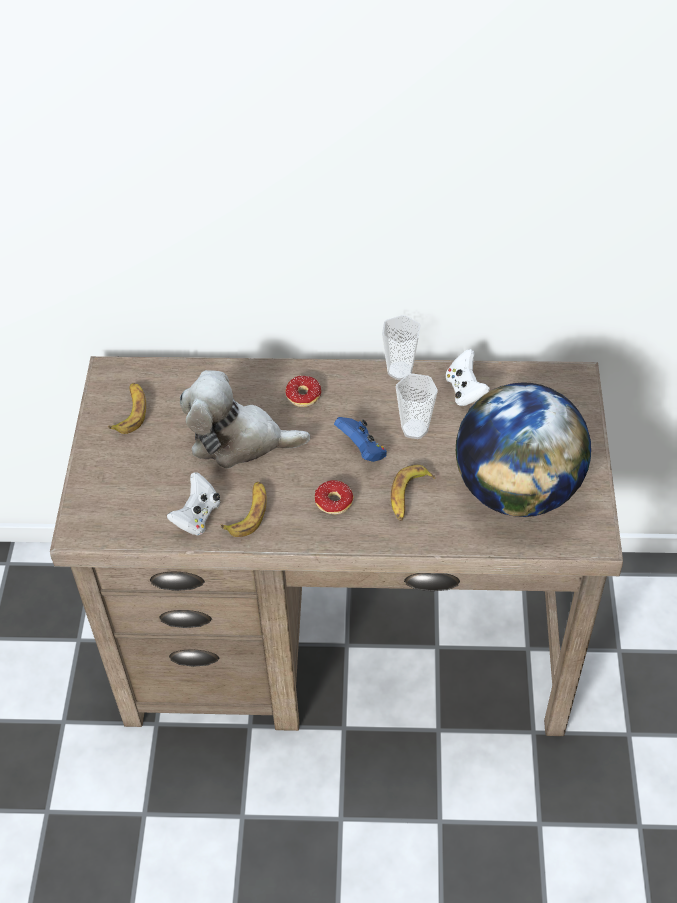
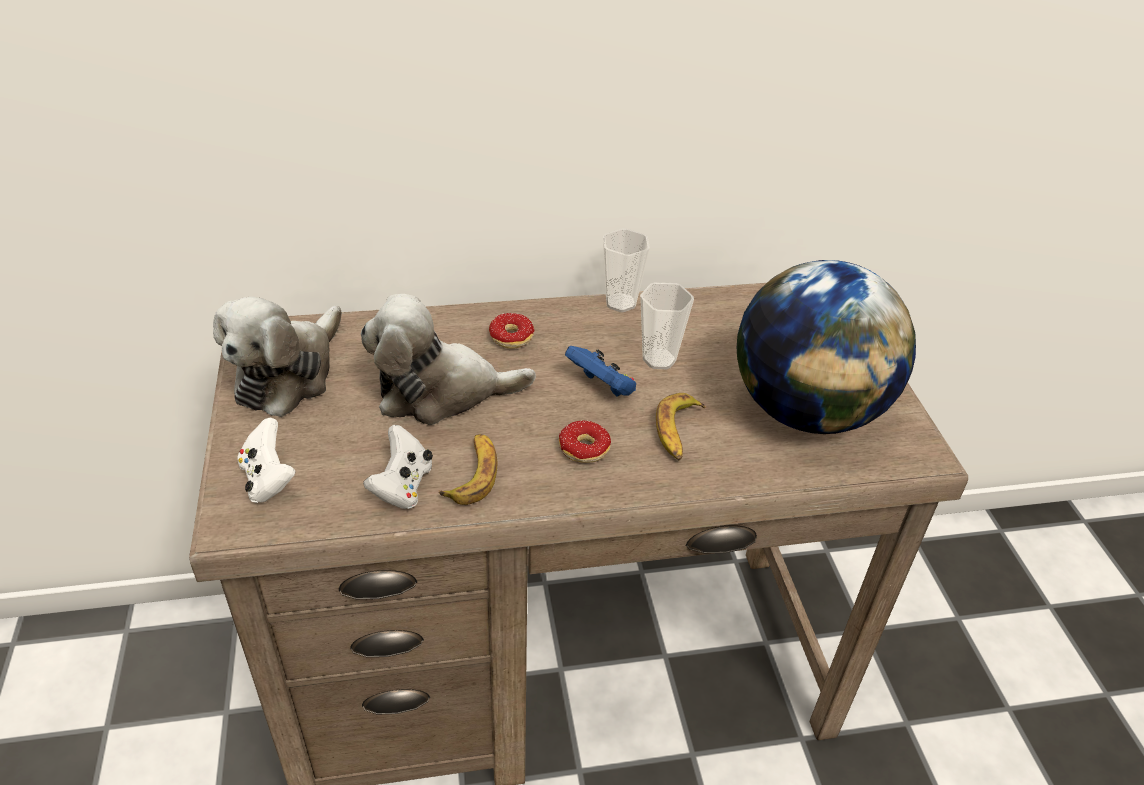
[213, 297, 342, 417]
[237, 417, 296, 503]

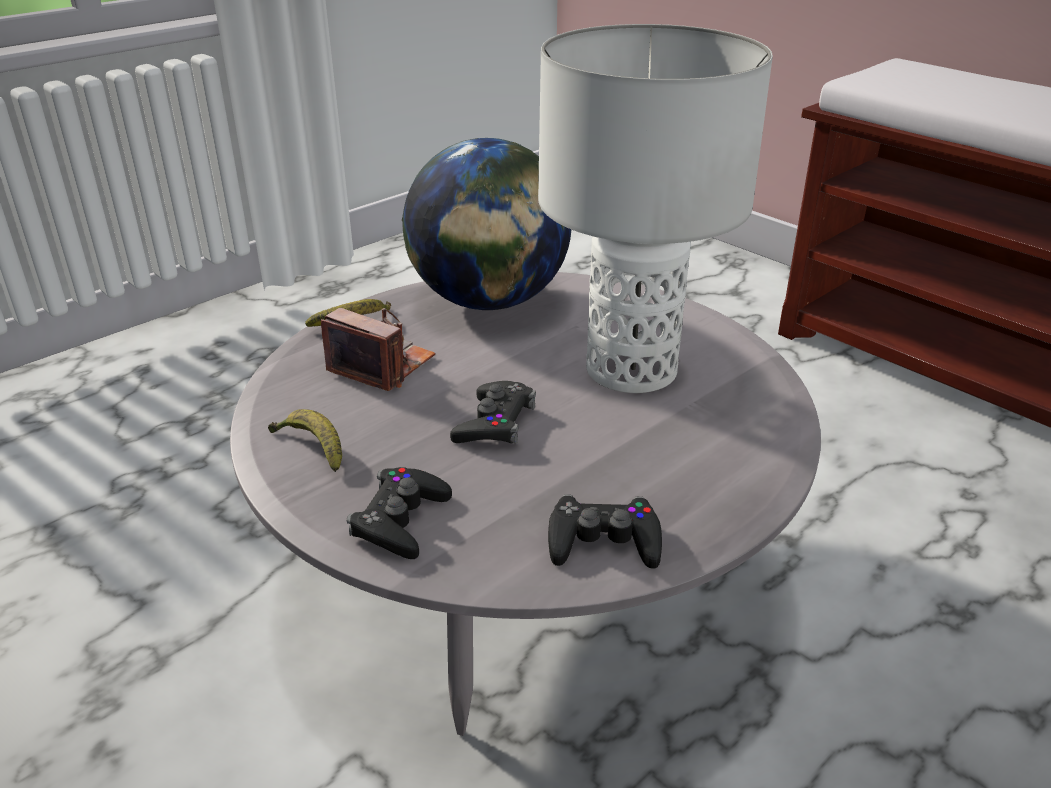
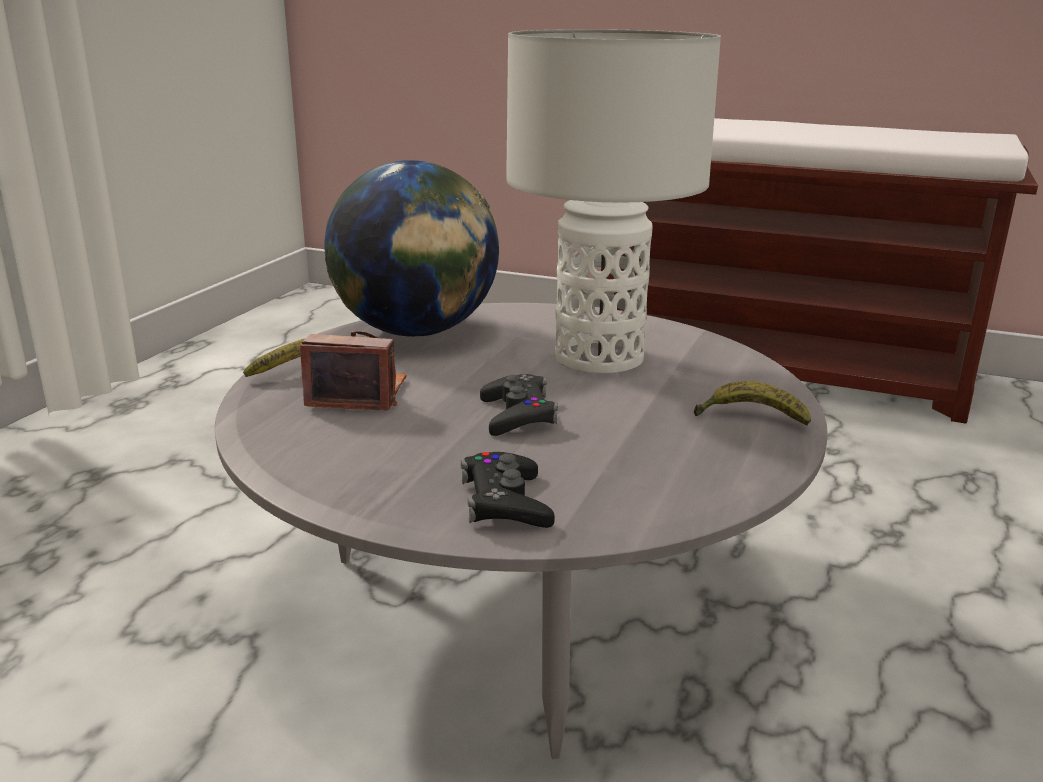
[694, 381, 811, 426]
[548, 494, 662, 569] (first image)

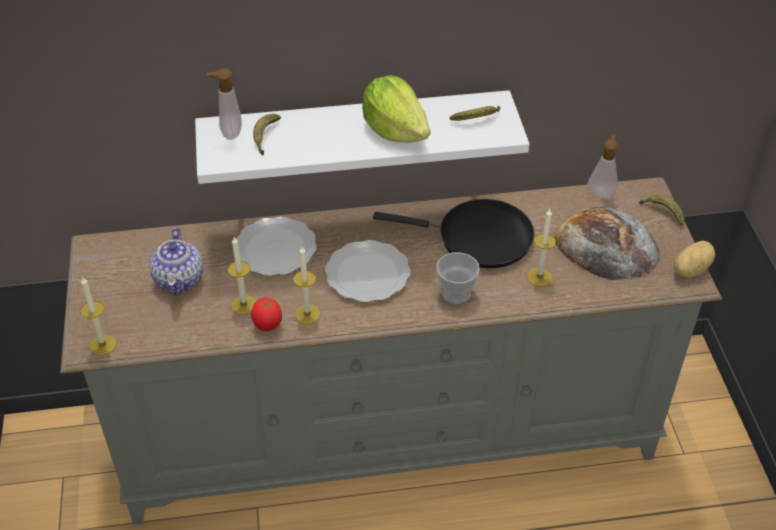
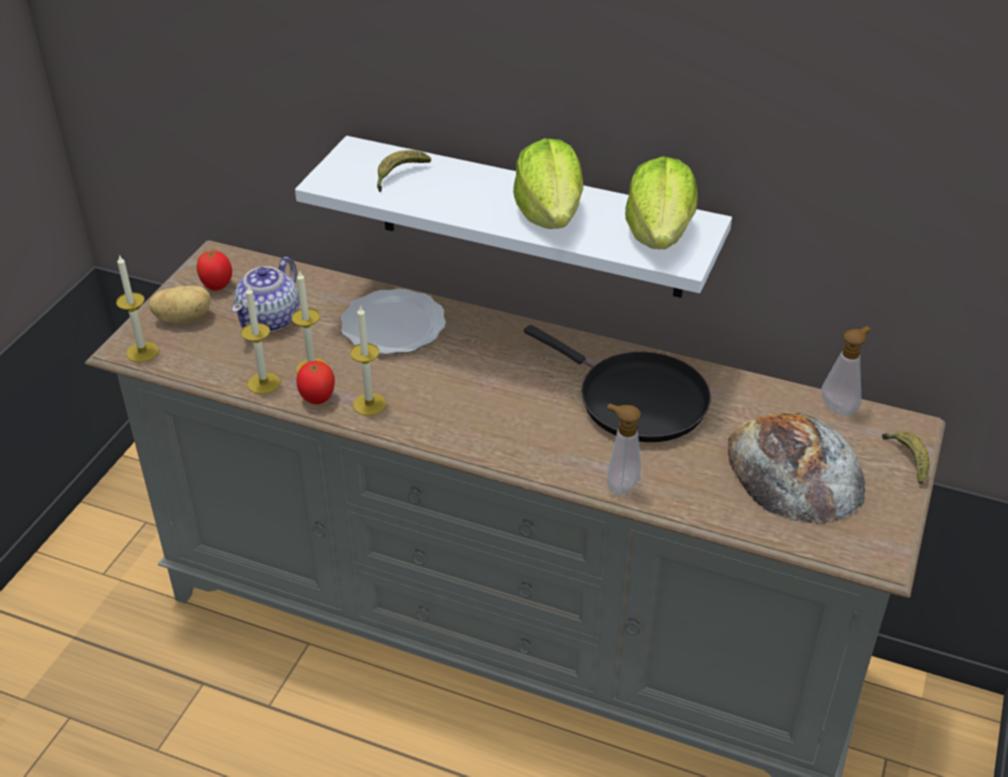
[149, 286, 211, 323]
[197, 250, 232, 291]
[241, 286, 280, 394]
[607, 403, 641, 495]
[625, 156, 698, 249]
[325, 240, 411, 302] (first image)
[436, 252, 480, 304] (first image)

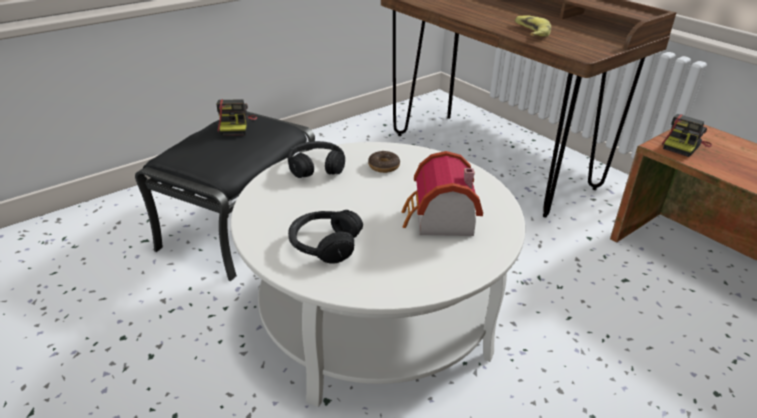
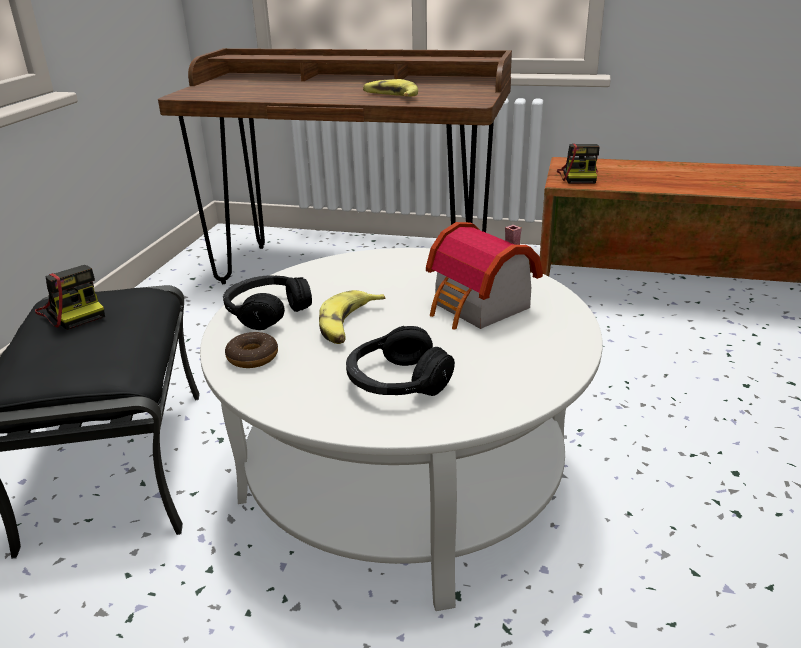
[225, 332, 278, 368]
[319, 290, 385, 344]

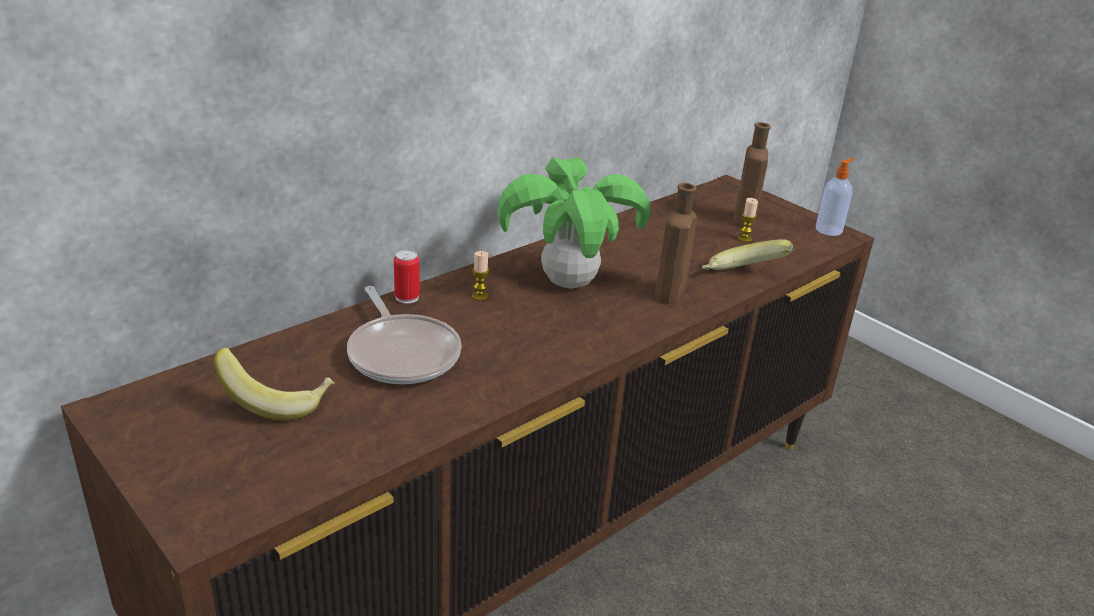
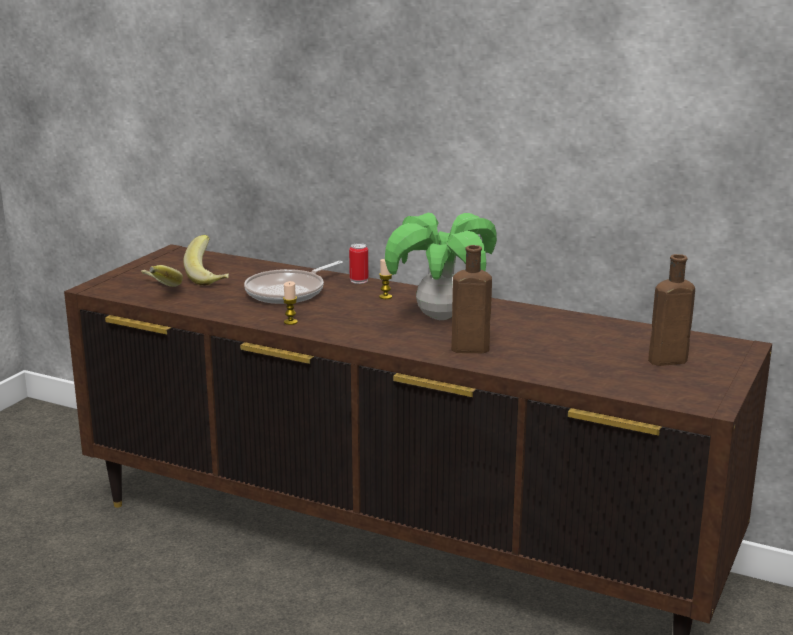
[141, 265, 183, 287]
[283, 281, 298, 325]
[816, 158, 855, 236] (first image)

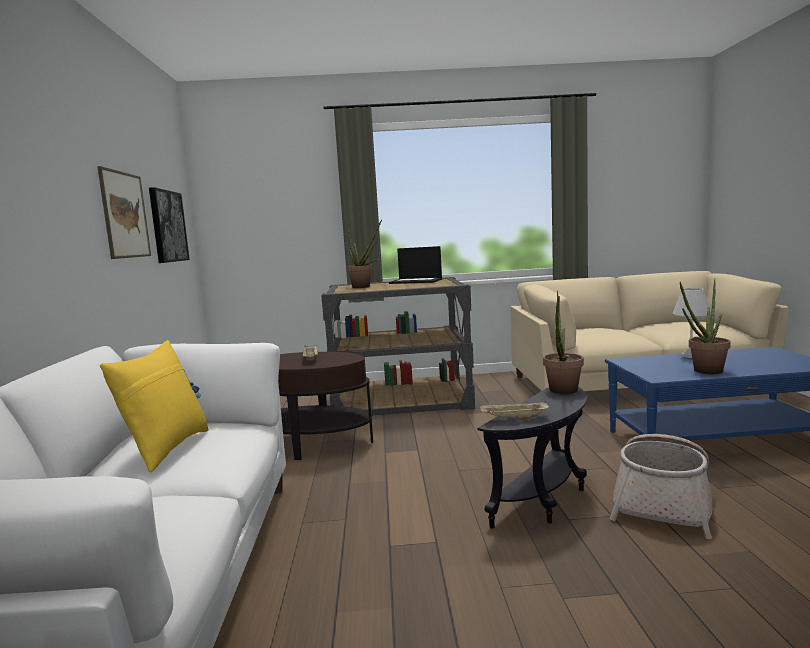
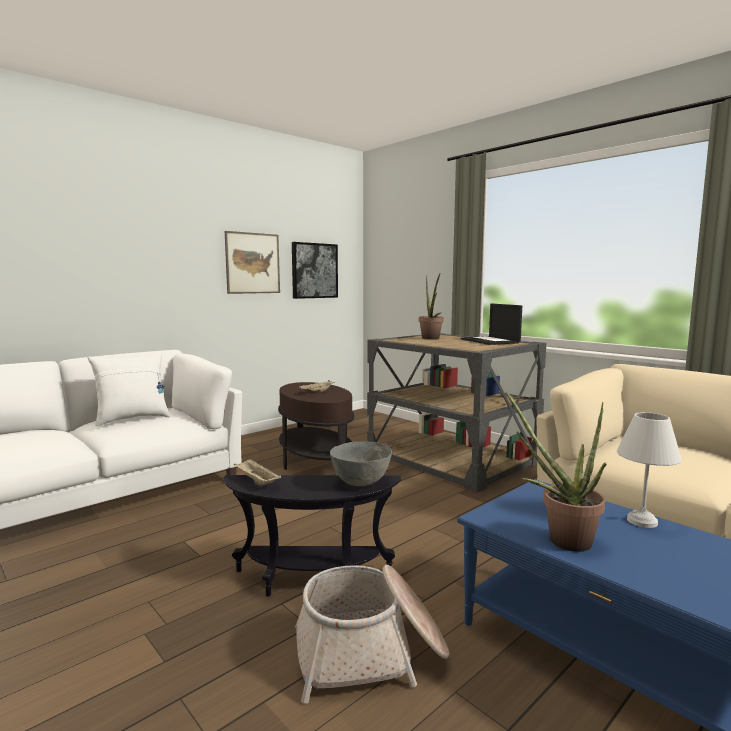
[88, 352, 170, 426]
[330, 442, 392, 486]

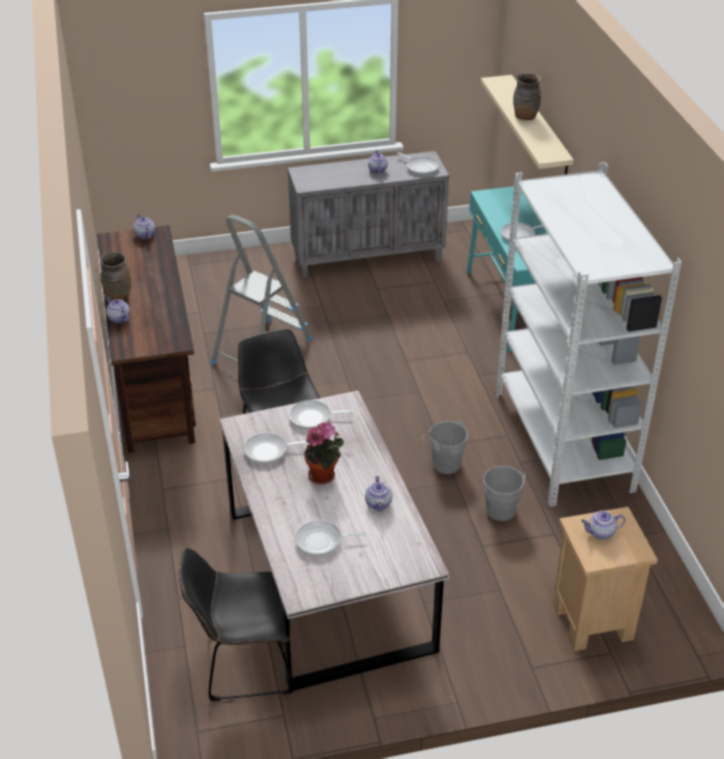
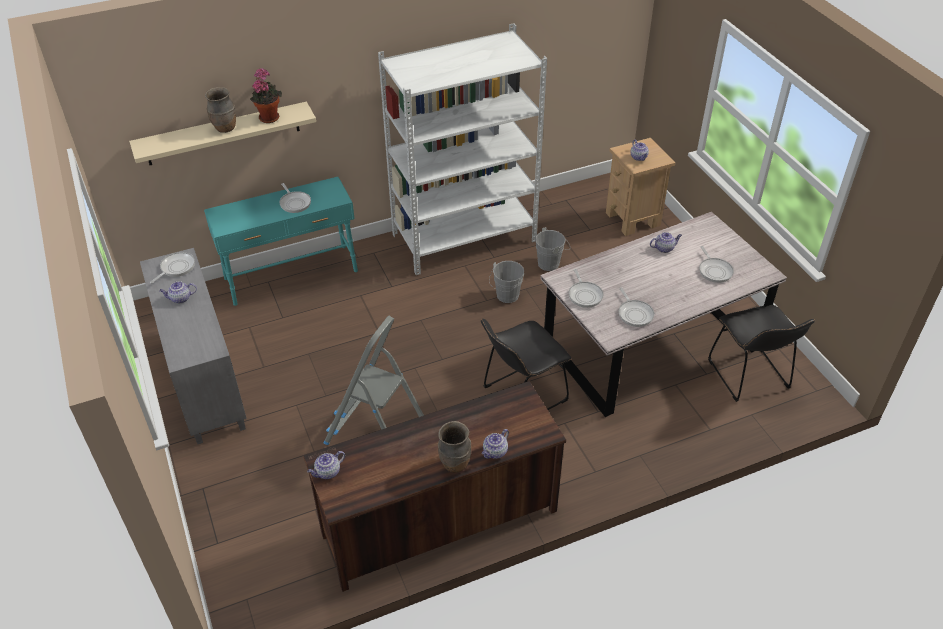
[250, 68, 282, 123]

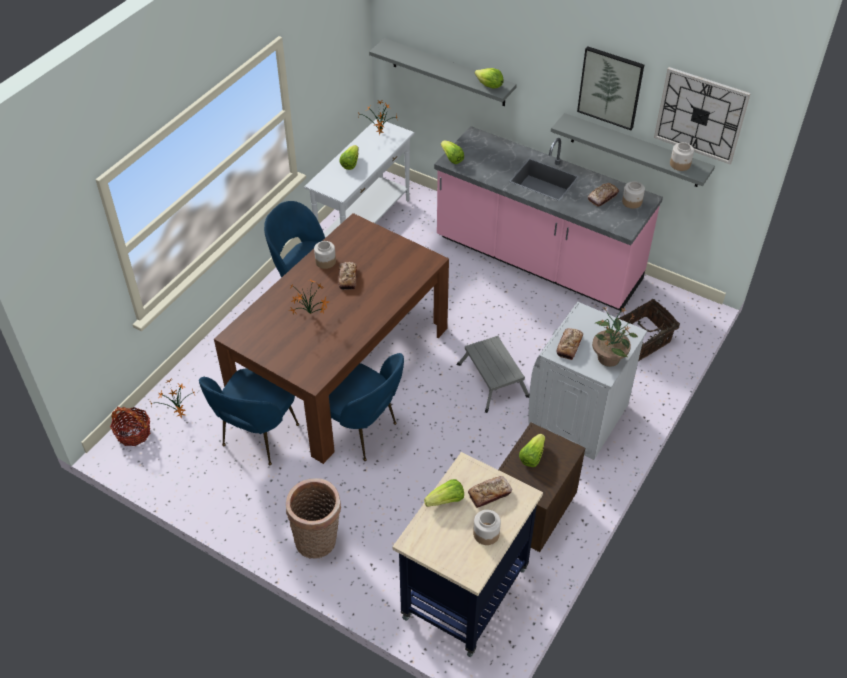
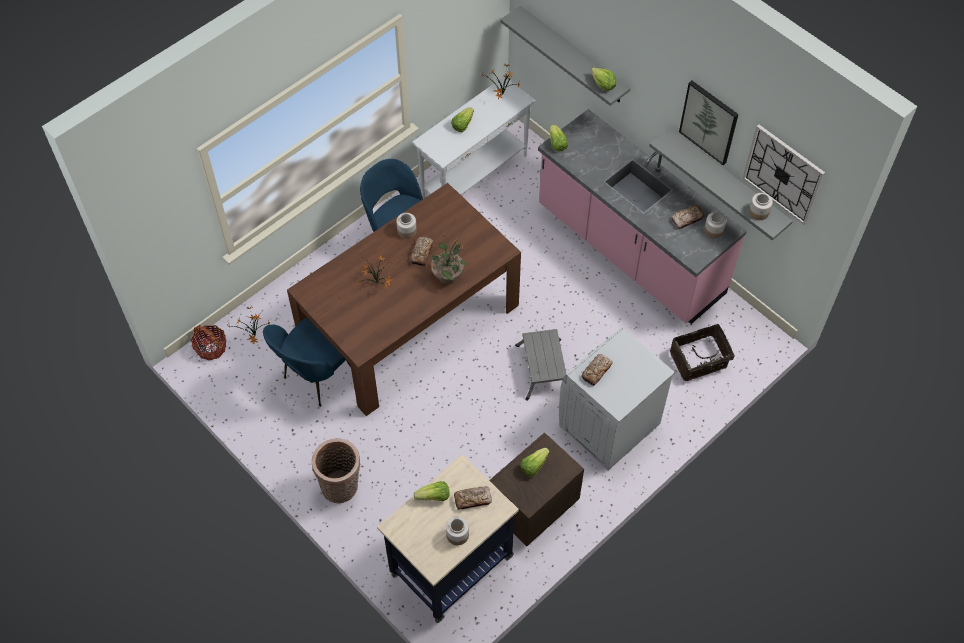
[431, 233, 468, 284]
[329, 353, 404, 461] (first image)

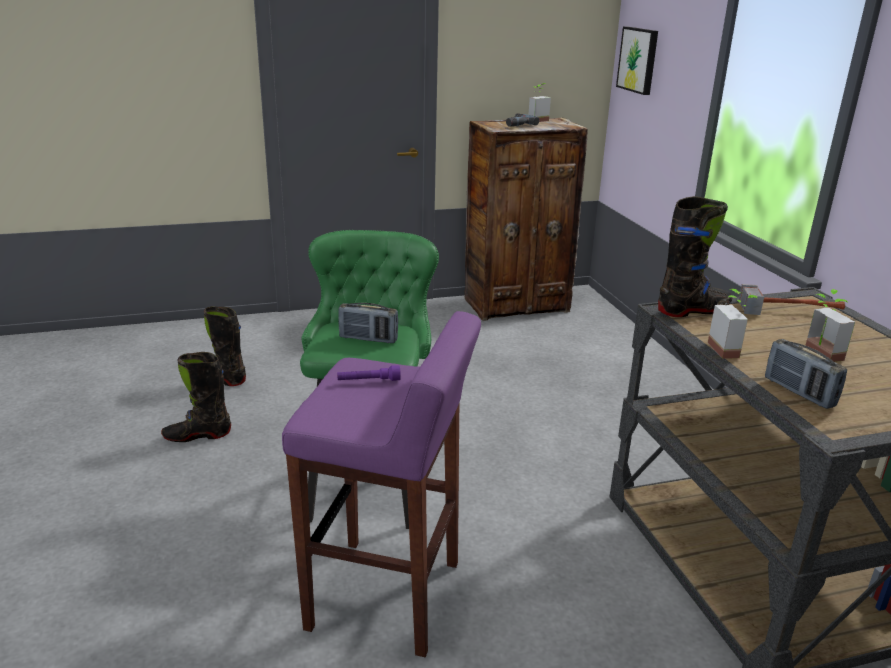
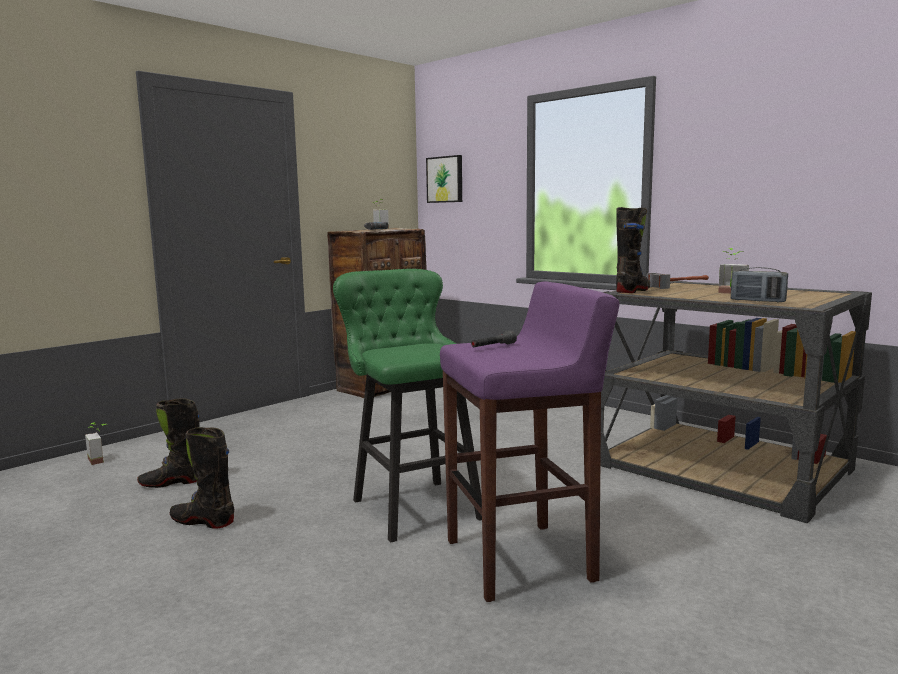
[85, 423, 106, 465]
[170, 427, 234, 529]
[471, 331, 517, 347]
[338, 303, 398, 343] (first image)

